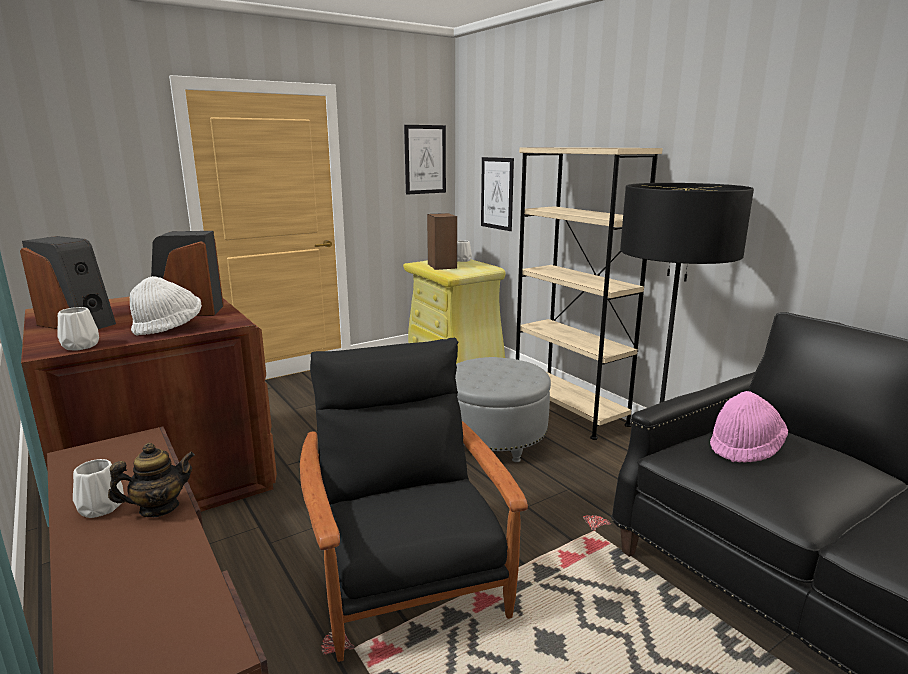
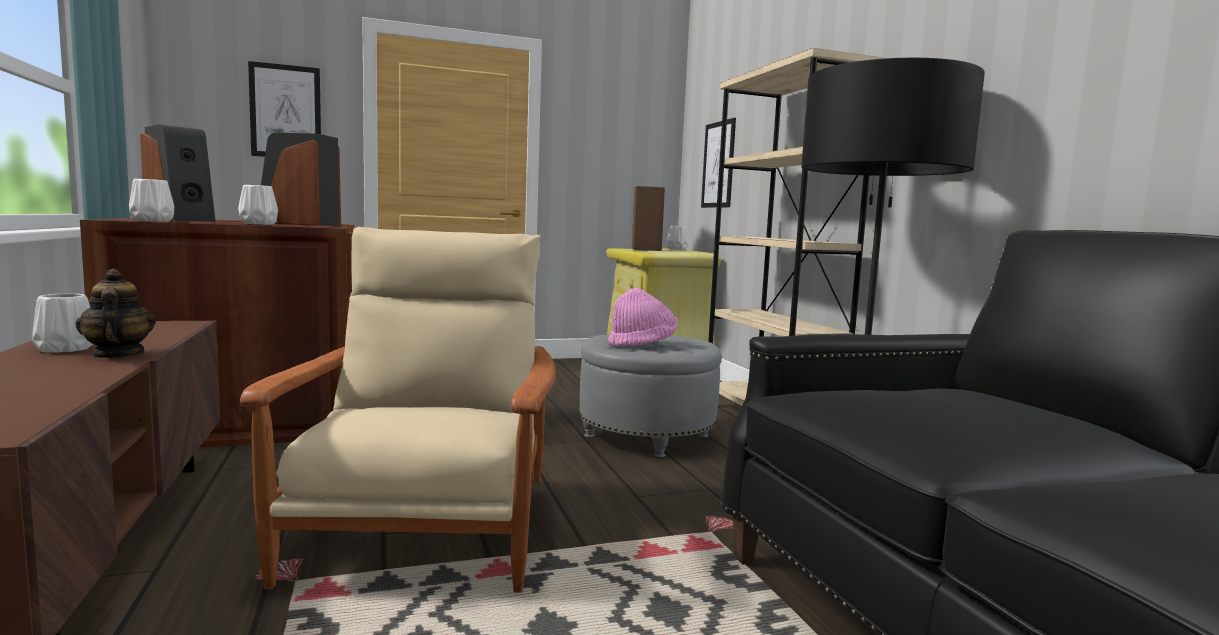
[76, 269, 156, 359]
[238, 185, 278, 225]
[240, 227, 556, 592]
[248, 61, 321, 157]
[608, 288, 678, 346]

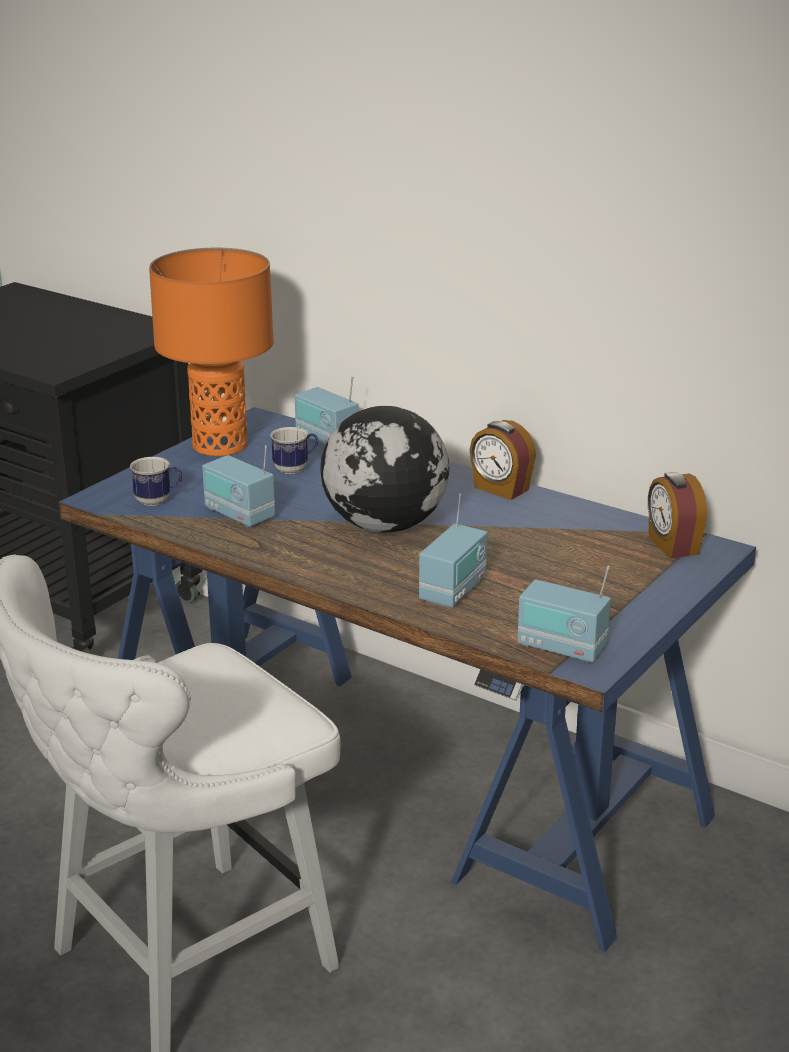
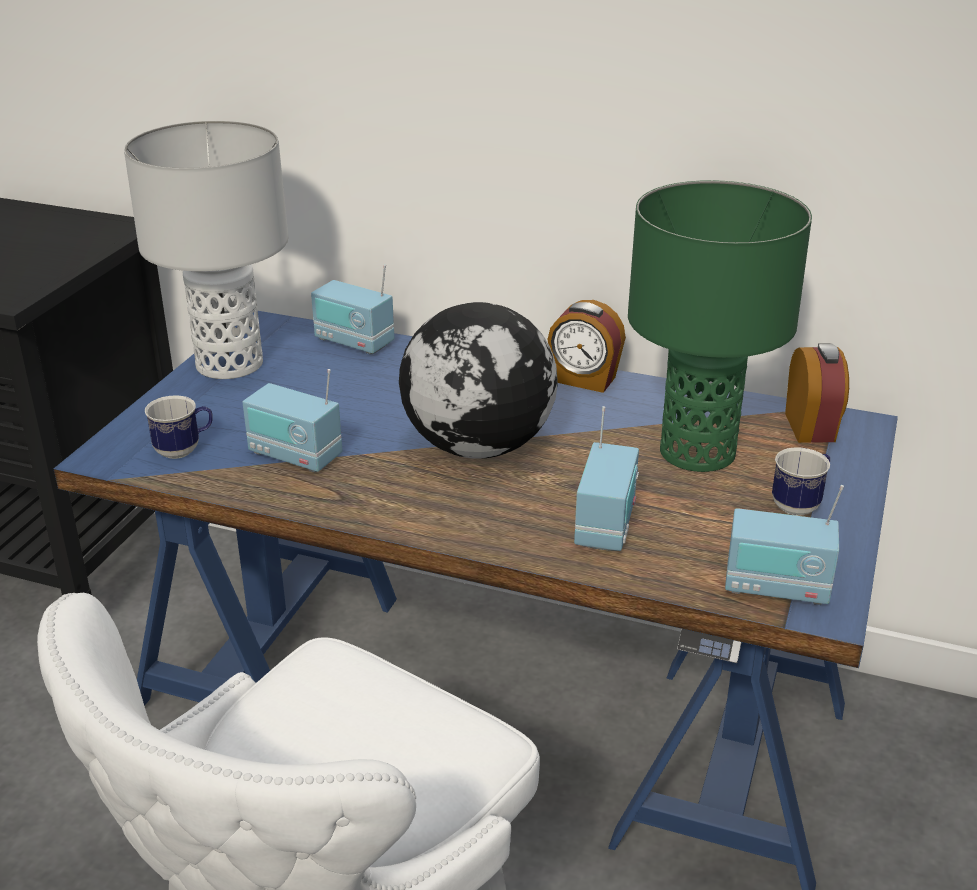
[124, 121, 289, 379]
[628, 180, 812, 472]
[772, 447, 830, 516]
[785, 343, 849, 443]

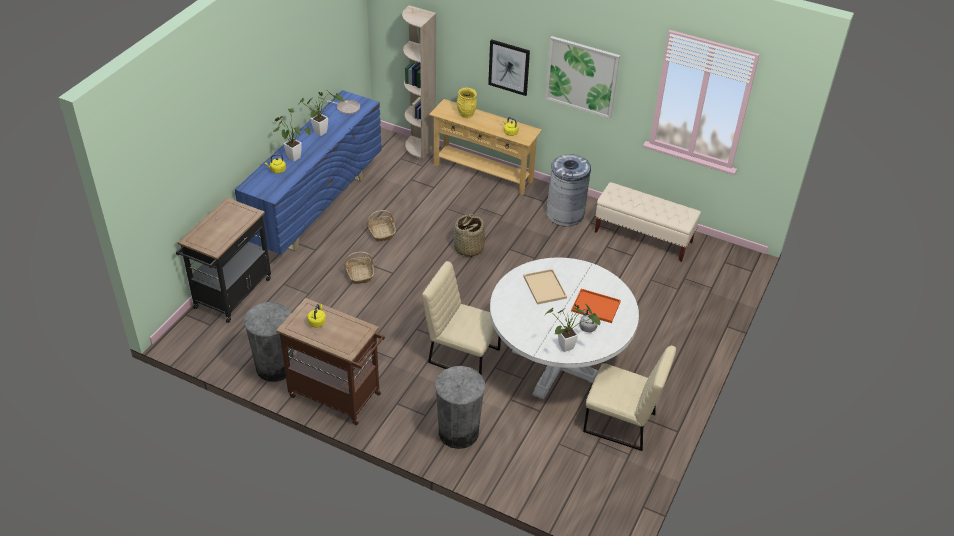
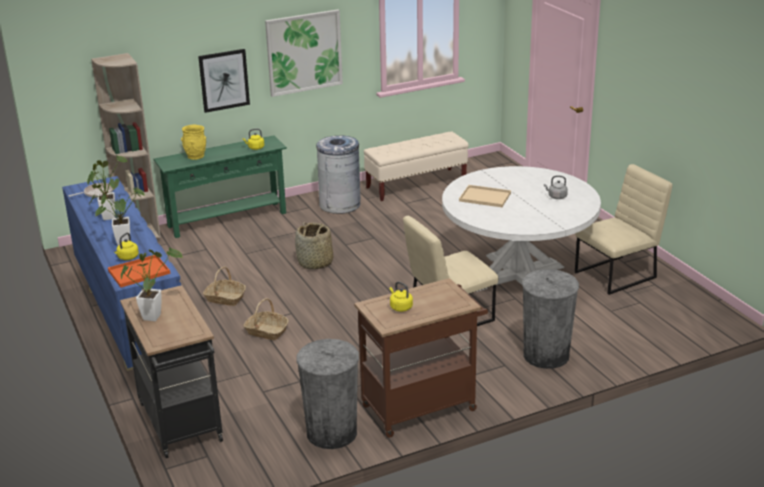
[108, 255, 170, 288]
[121, 247, 183, 321]
[154, 135, 287, 238]

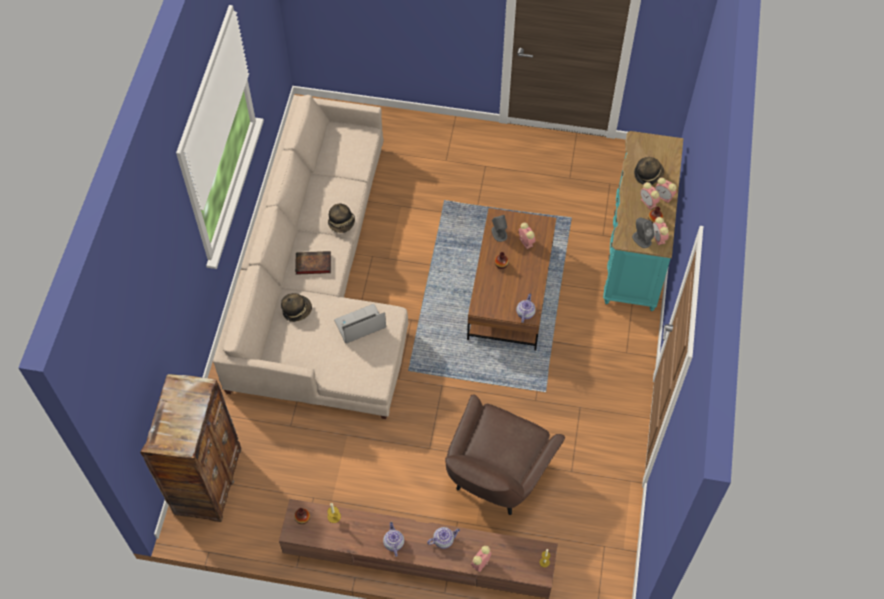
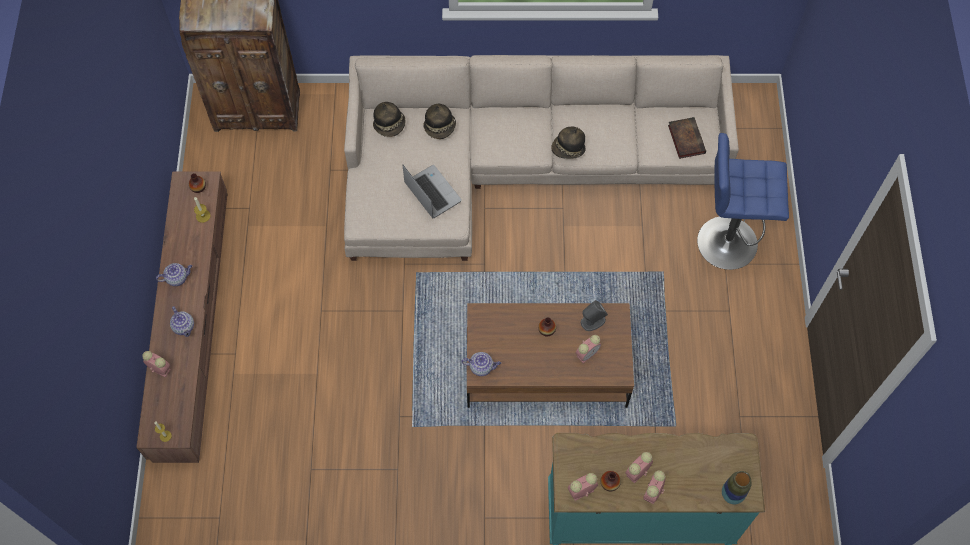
[373, 102, 405, 137]
[668, 117, 706, 159]
[697, 133, 789, 270]
[722, 471, 752, 504]
[445, 394, 565, 515] (first image)
[632, 217, 655, 248] (first image)

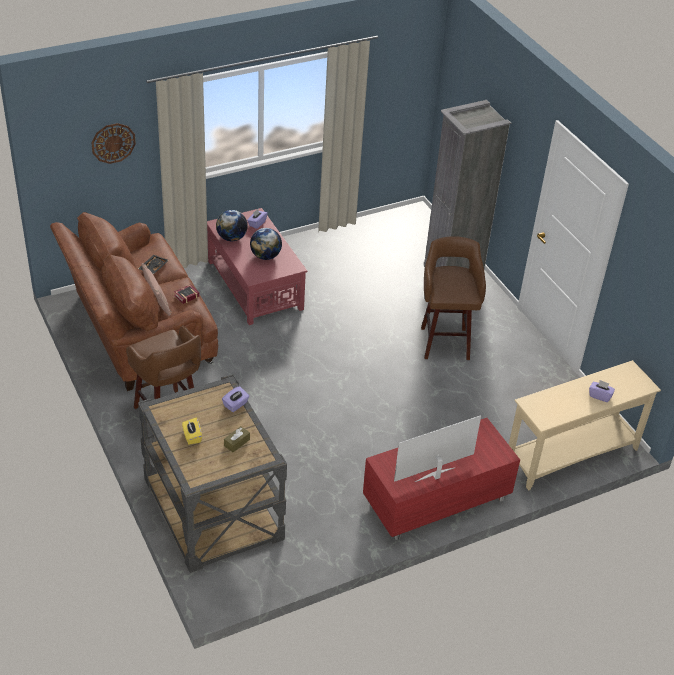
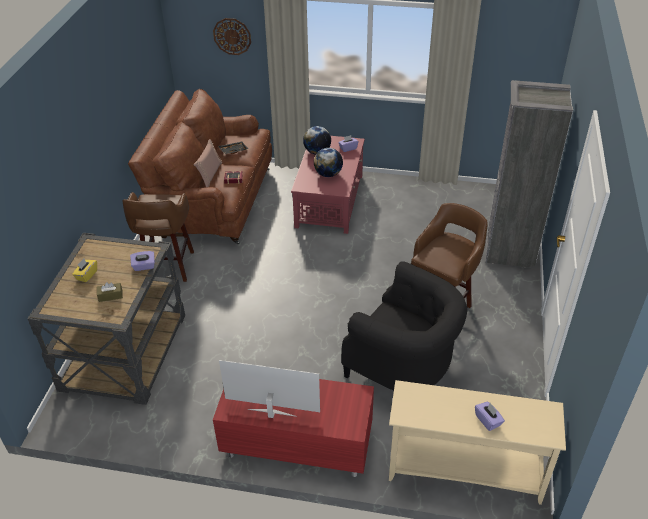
[341, 261, 467, 391]

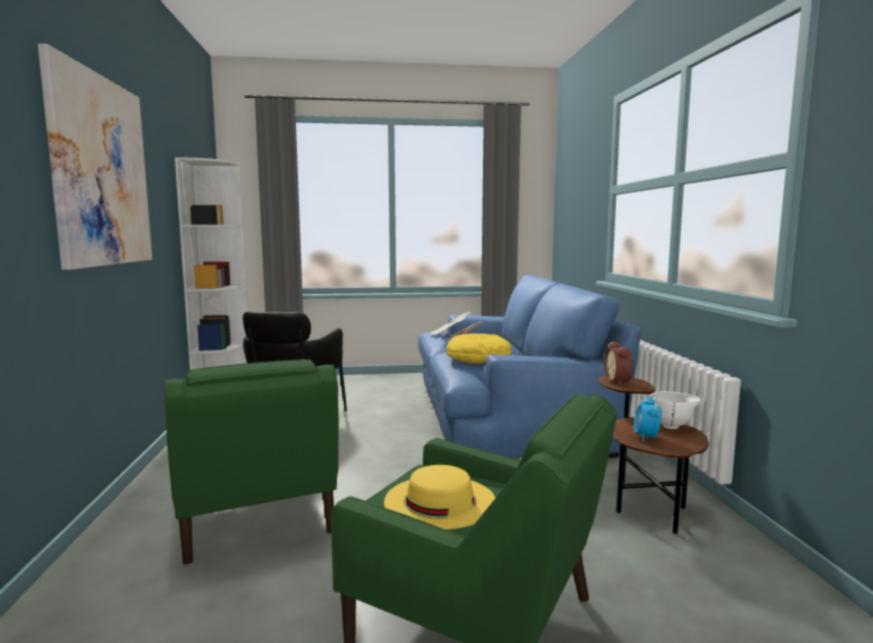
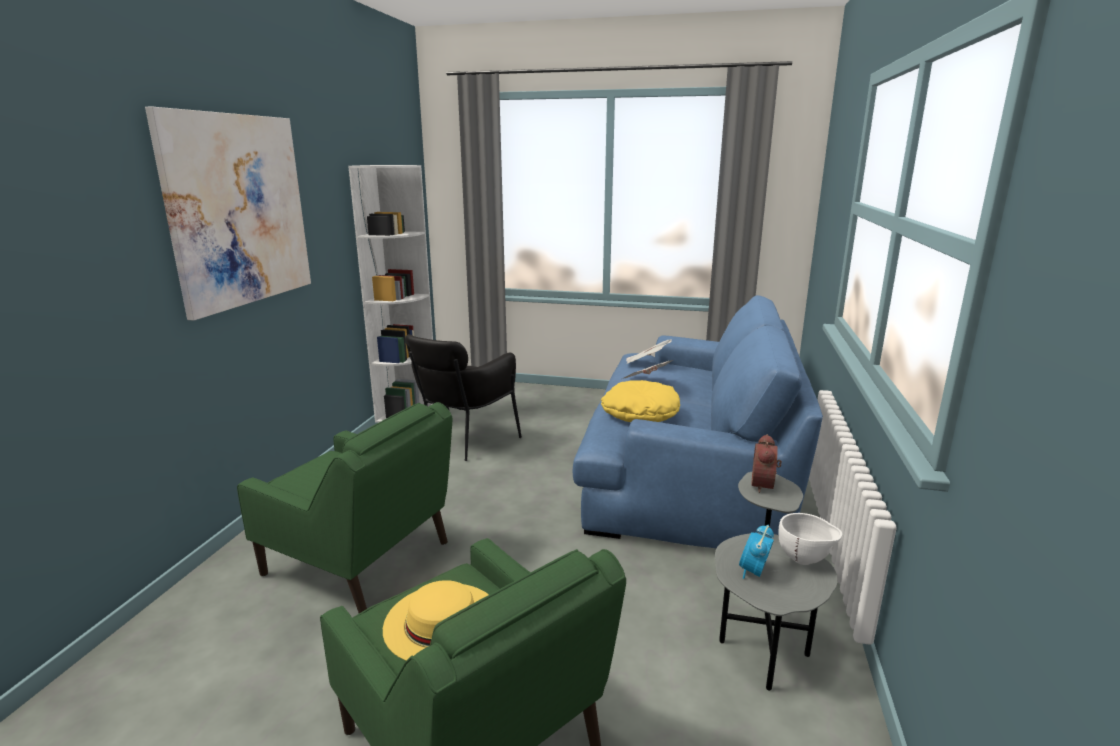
[237, 402, 453, 613]
[715, 472, 837, 691]

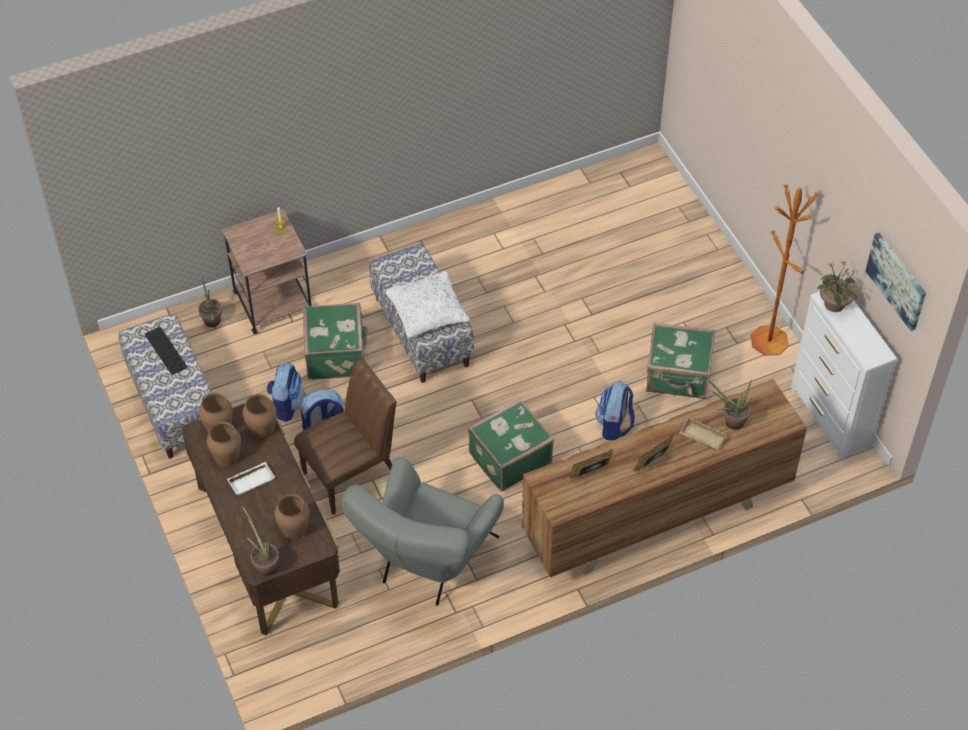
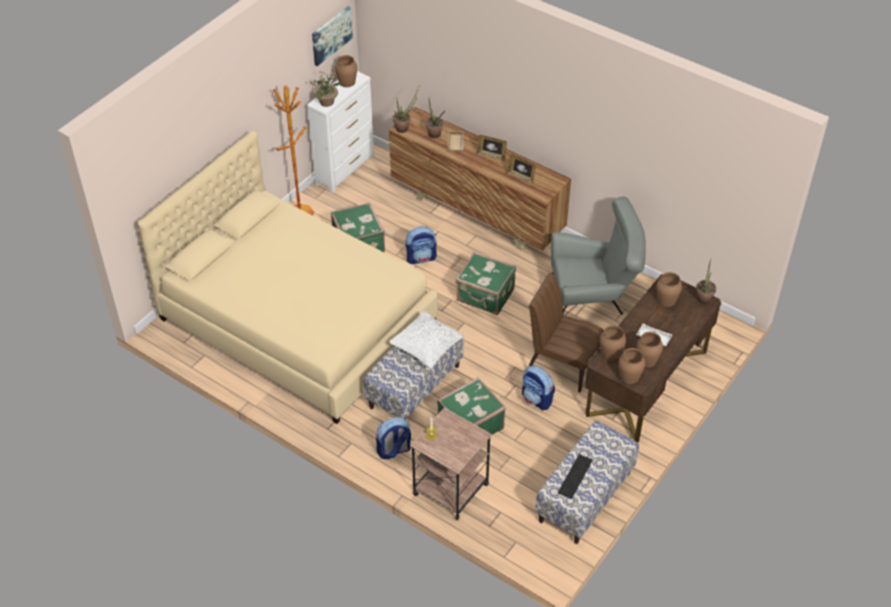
[137, 131, 438, 424]
[335, 55, 357, 87]
[376, 417, 411, 459]
[393, 86, 419, 133]

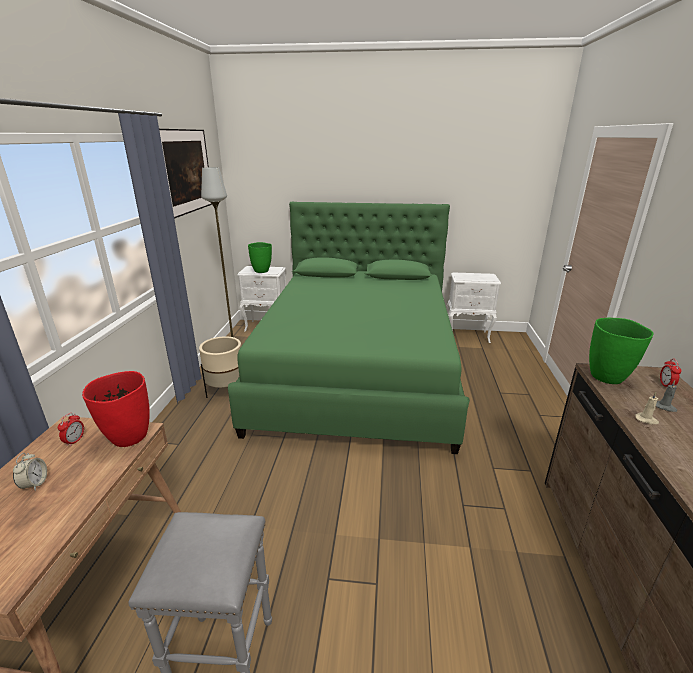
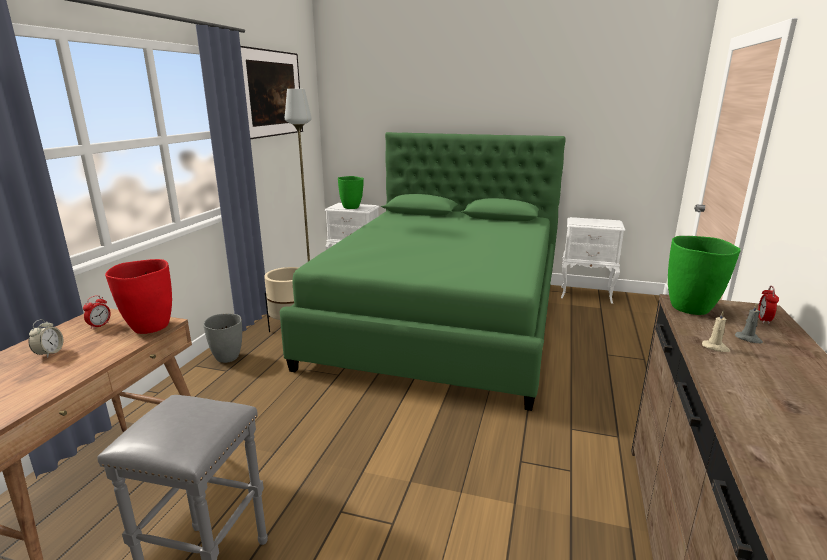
[203, 314, 242, 363]

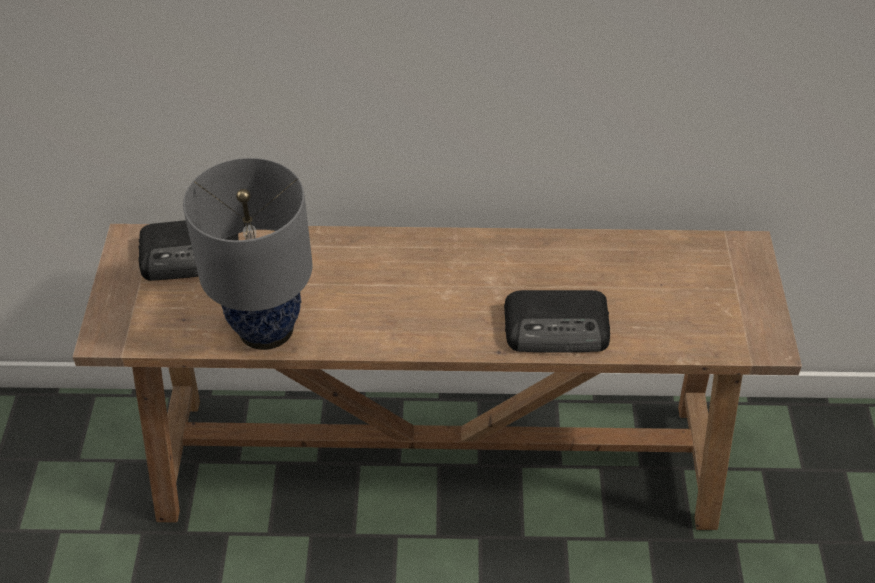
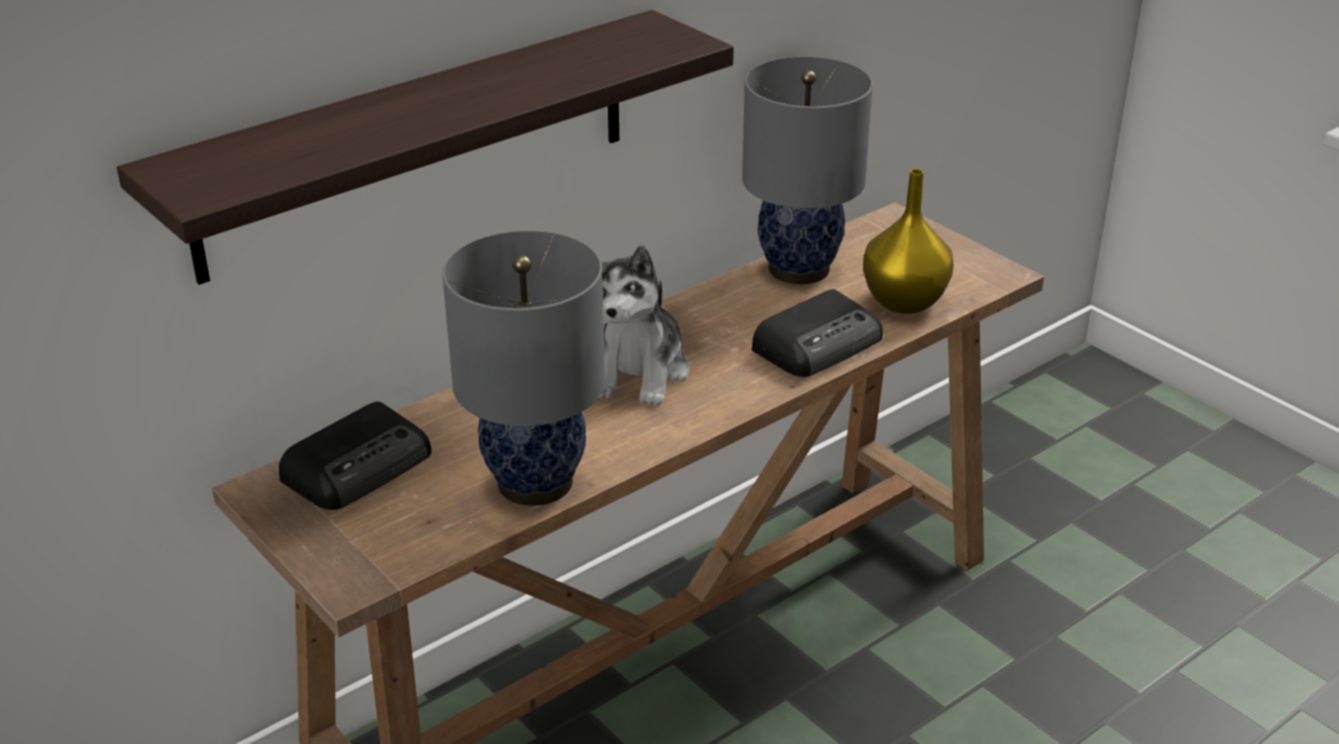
[117, 10, 734, 285]
[599, 245, 689, 406]
[742, 57, 873, 284]
[863, 169, 954, 314]

